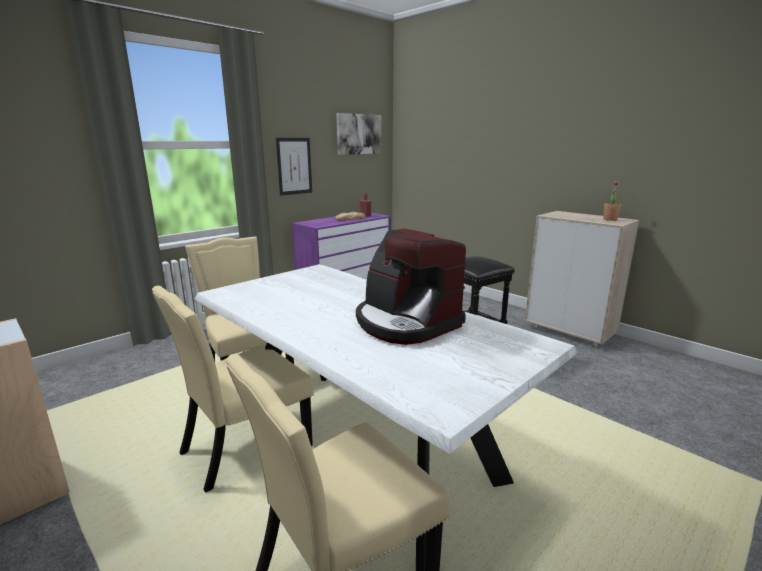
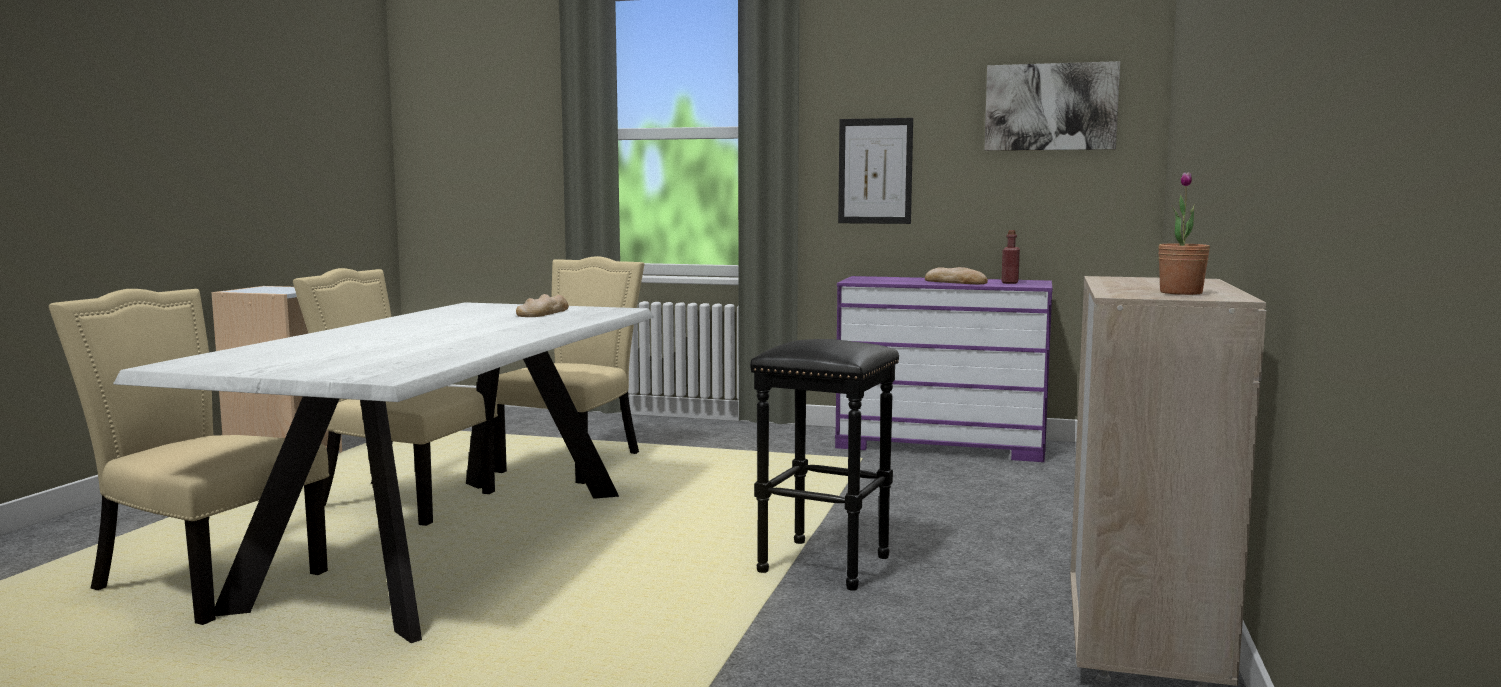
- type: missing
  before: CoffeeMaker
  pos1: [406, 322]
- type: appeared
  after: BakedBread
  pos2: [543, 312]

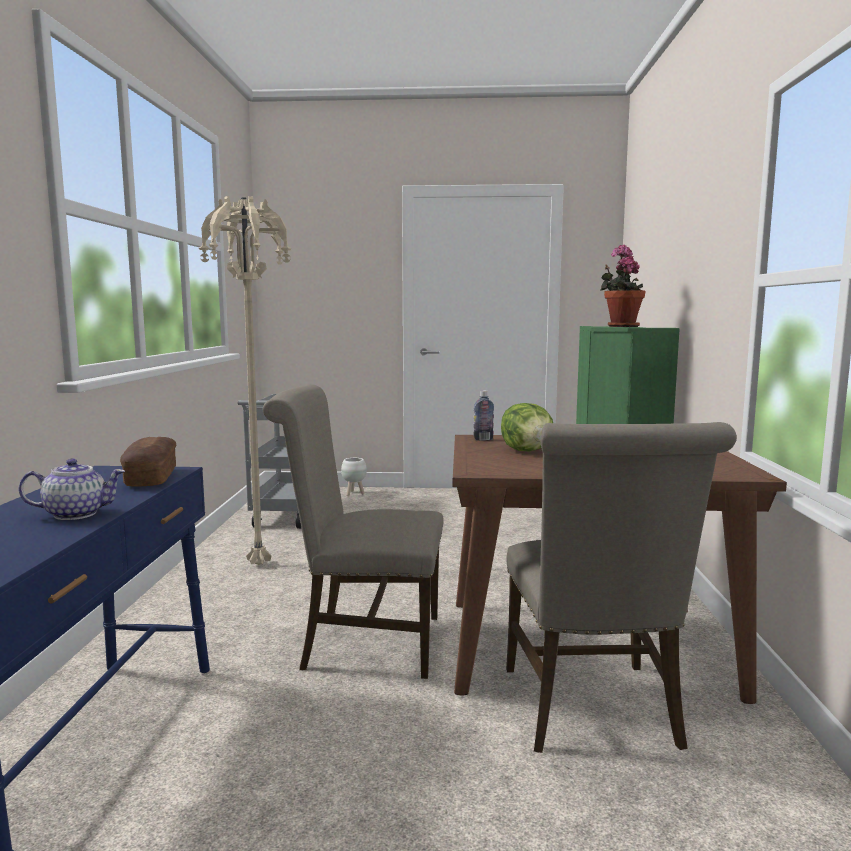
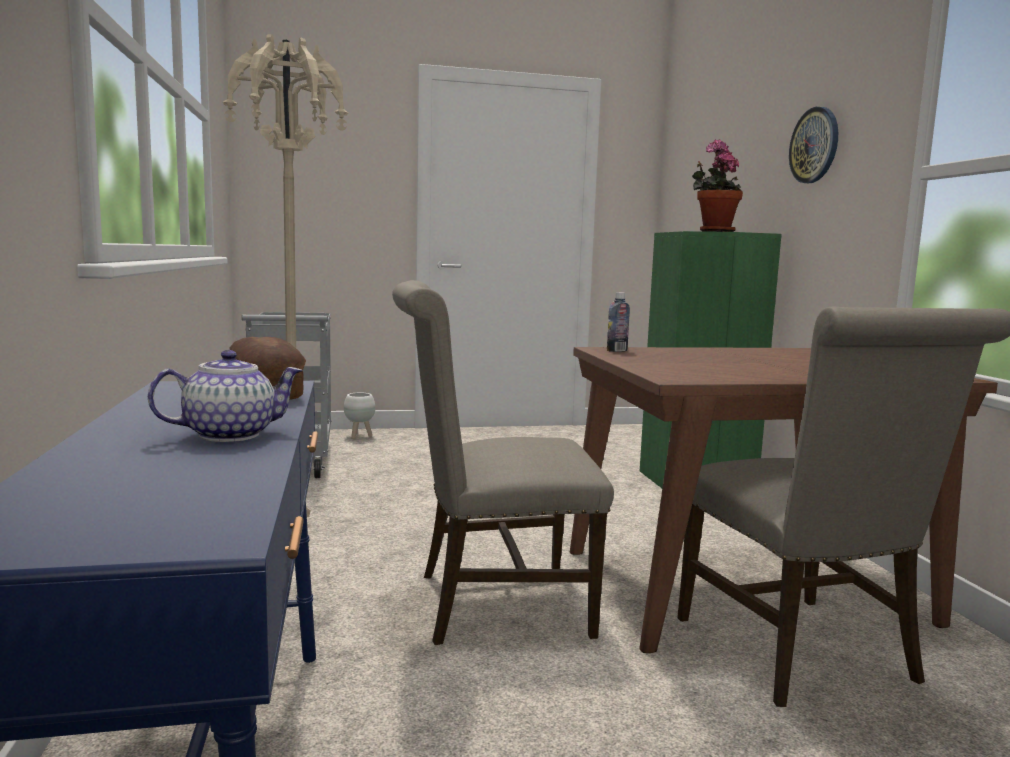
- type: missing
  before: LettuceHead
  pos1: [528, 451]
- type: appeared
  after: HangingClock
  pos2: [814, 145]

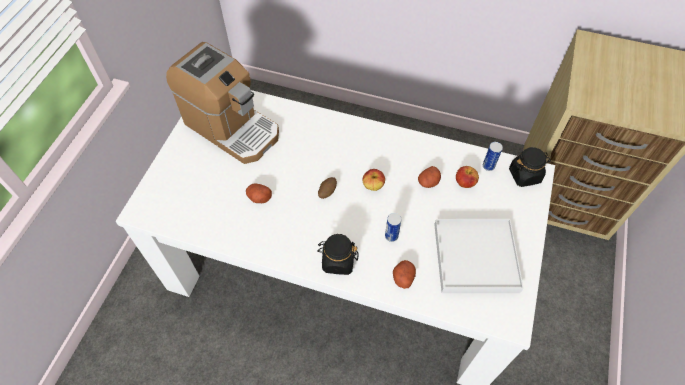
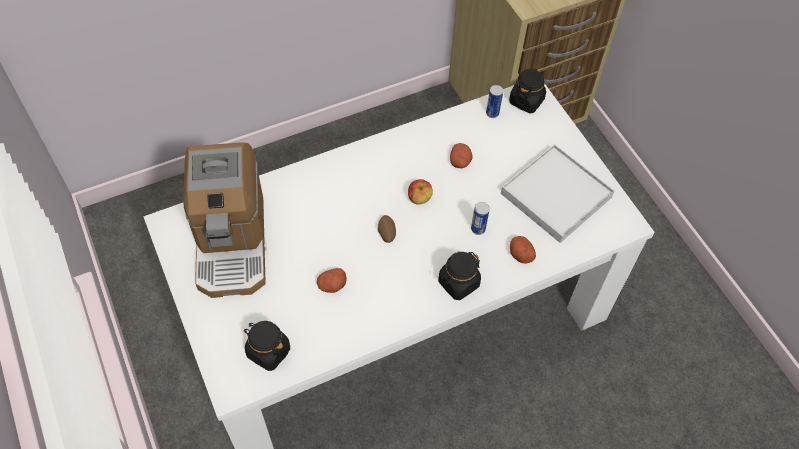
- type: missing
  before: AppleFruit
  pos1: [465, 183]
- type: appeared
  after: BlackJar
  pos2: [268, 352]
- type: spun
  before: CoffeeMaker
  pos1: [232, 128]
  pos2: [231, 243]
  turn: 90

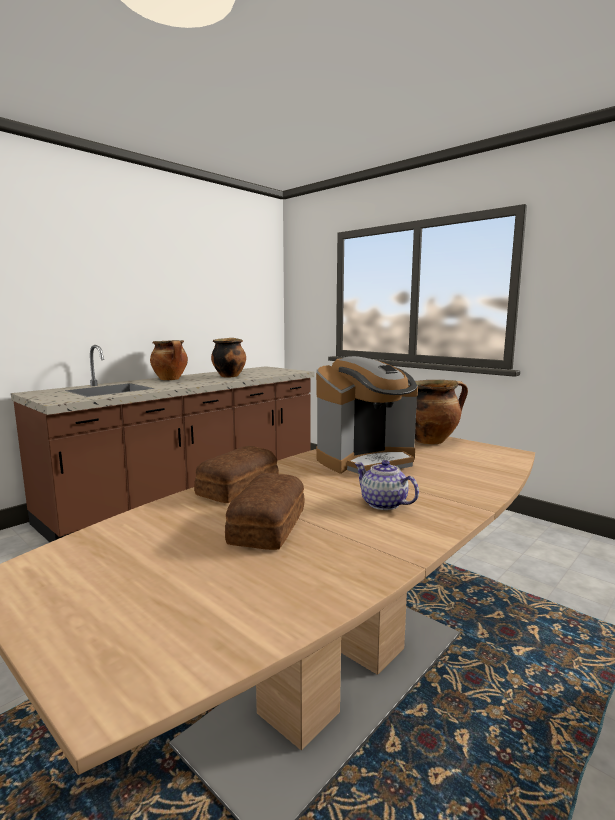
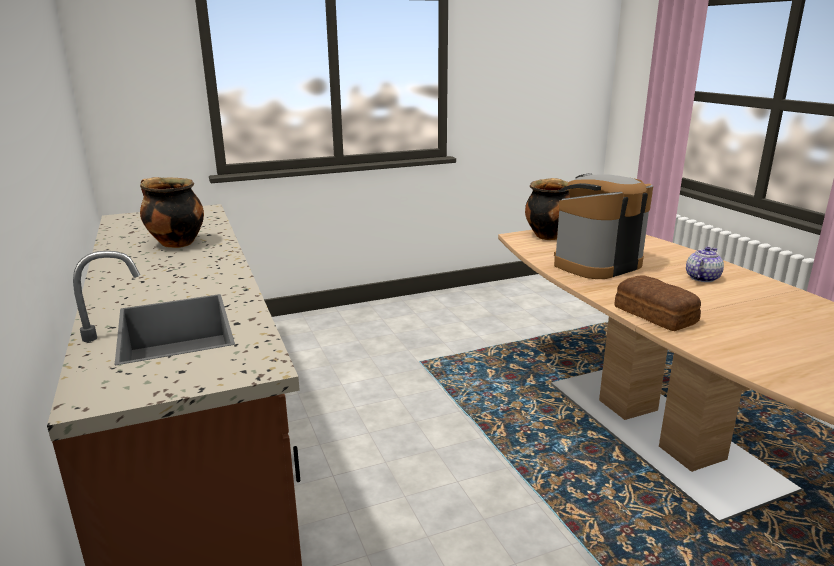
- type: missing
  before: Saucepot
  pos1: [171, 379]
- type: missing
  before: BakedBread
  pos1: [265, 526]
- type: spun
  before: CoffeeMaker
  pos1: [366, 460]
  pos2: [595, 264]
  turn: -120
- type: spun
  before: Teapot
  pos1: [384, 504]
  pos2: [701, 278]
  turn: 150

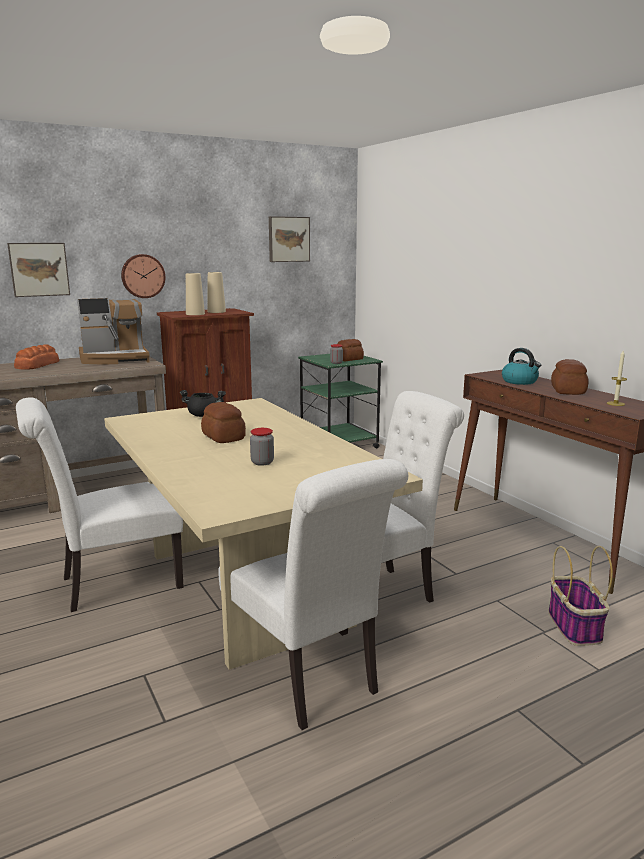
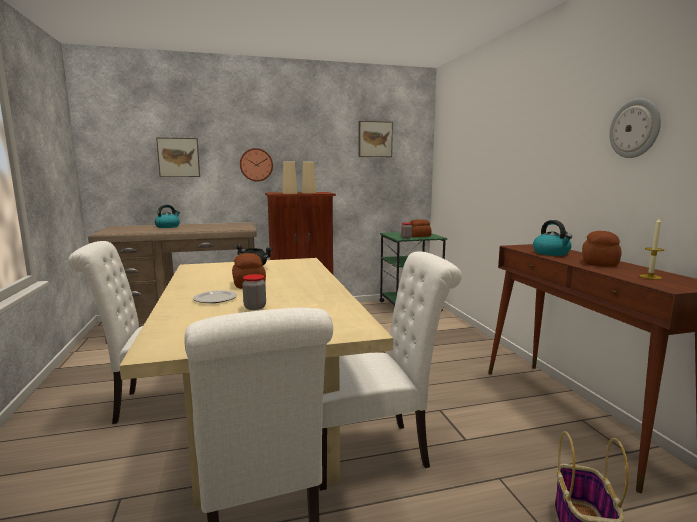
- type: missing
  before: CoffeeMaker
  pos1: [115, 359]
- type: appeared
  after: FlatDish
  pos2: [216, 298]
- type: appeared
  after: HangingClock
  pos2: [635, 128]
- type: exchanged
  before: BakedBread
  after: Kettle
  pos1: [37, 365]
  pos2: [168, 226]

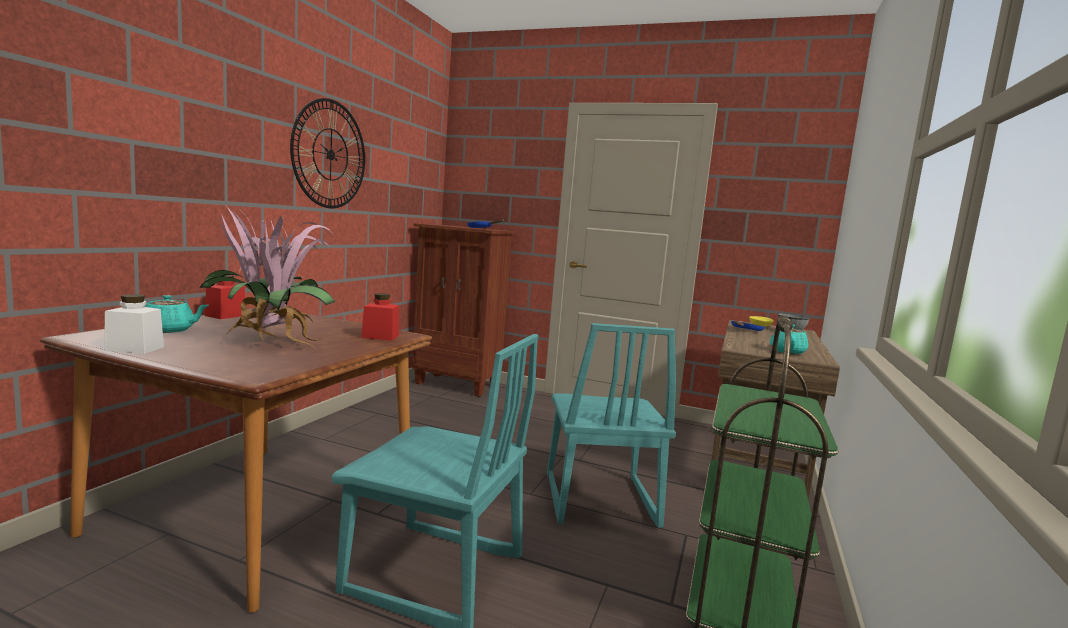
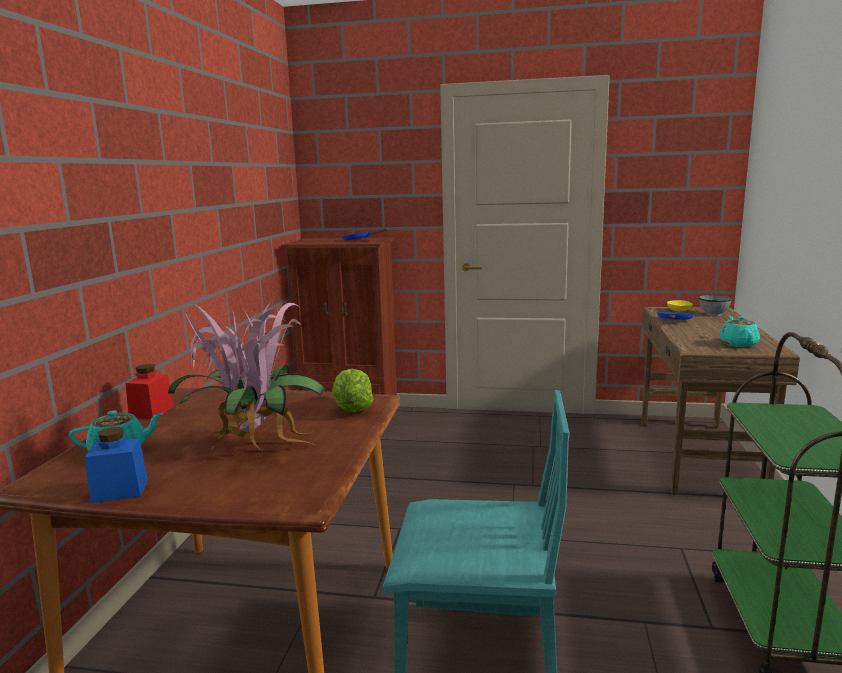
- type: missing
  before: HangingClock
  pos1: [330, 154]
- type: missing
  before: TurquoisePlainChair
  pos1: [598, 500]
- type: exchanged
  before: ReddishJar
  after: LettuceHead
  pos1: [380, 336]
  pos2: [352, 409]
- type: colour
  before: WhitishJar
  after: BlueColouredJar
  pos1: [134, 348]
  pos2: [120, 491]

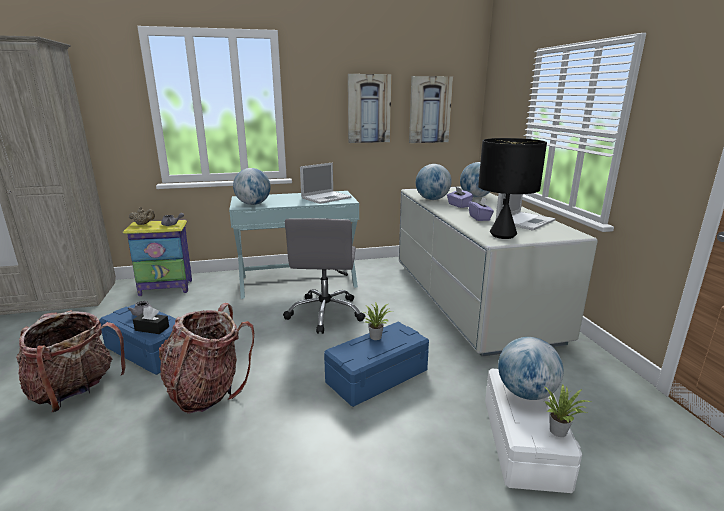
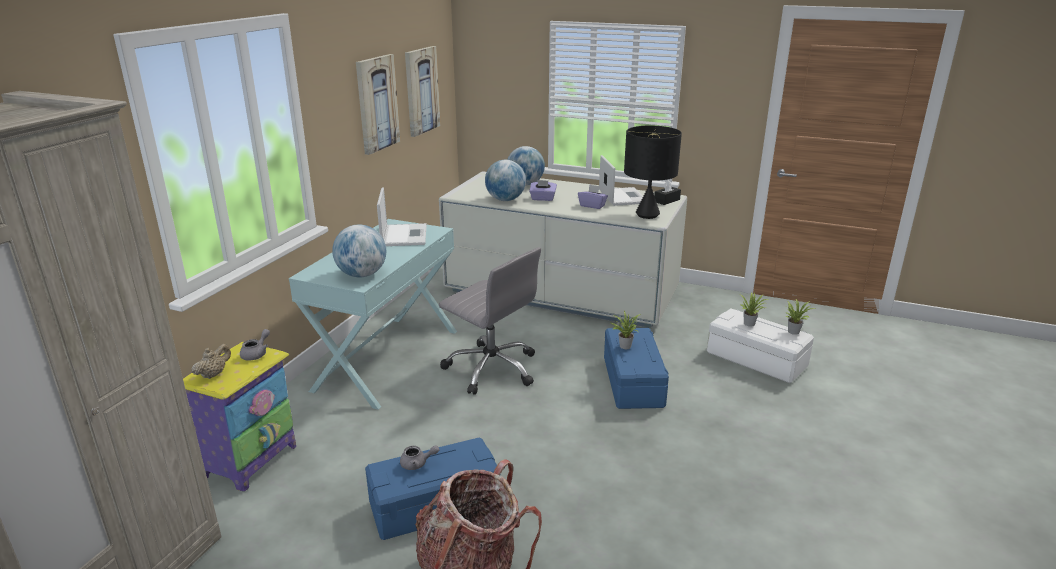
- type: missing
  before: Knapsack
  pos1: [207, 390]
- type: relocated
  before: BlackBoxOfTissues
  pos1: [152, 328]
  pos2: [666, 200]
- type: exchanged
  before: WorldGlobe
  after: Houseplant
  pos1: [525, 393]
  pos2: [750, 323]

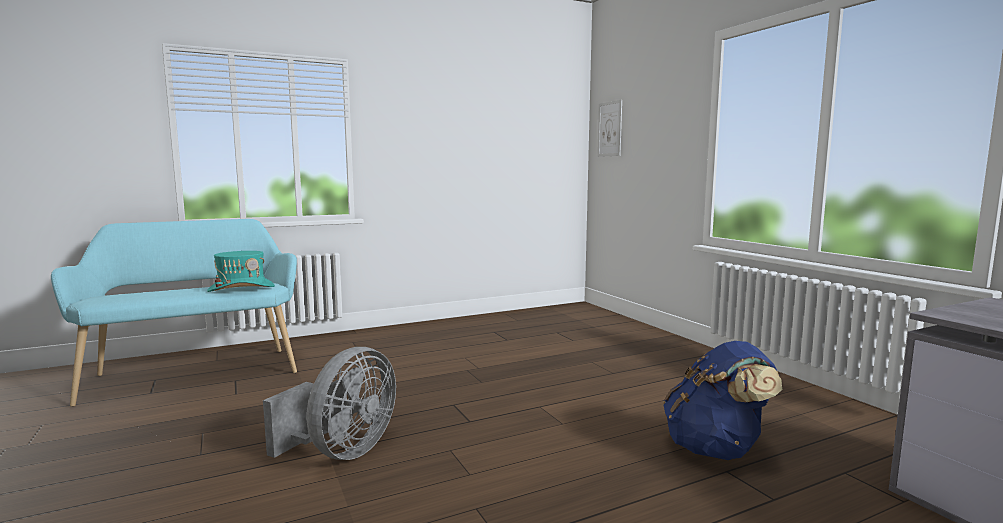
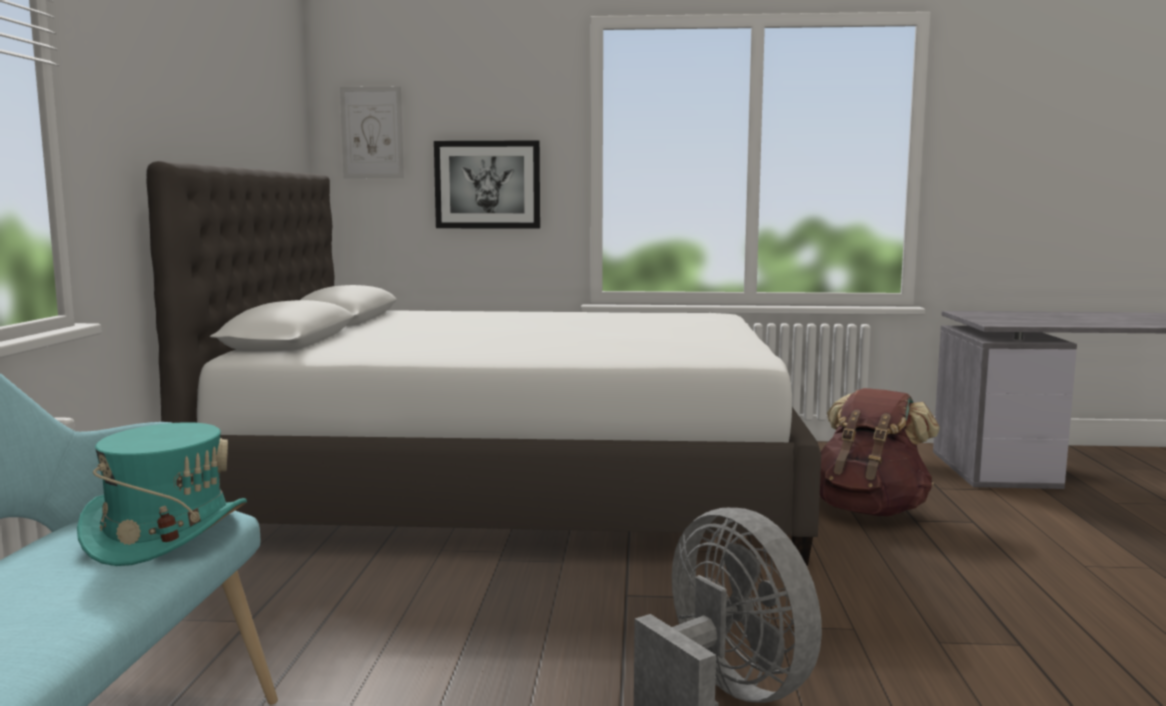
- type: appeared
  after: WhitishBedroomBed
  pos2: [514, 489]
- type: appeared
  after: WallArt
  pos2: [487, 184]
- type: colour
  before: BlueColouredKnapsack
  after: BrownKnapsack
  pos1: [716, 449]
  pos2: [869, 510]

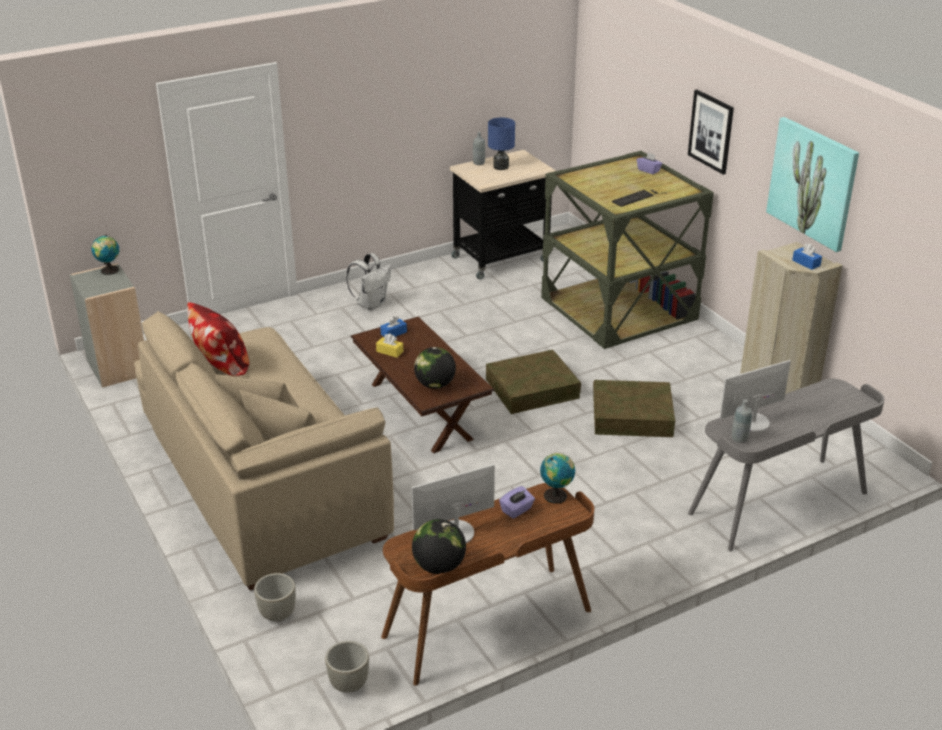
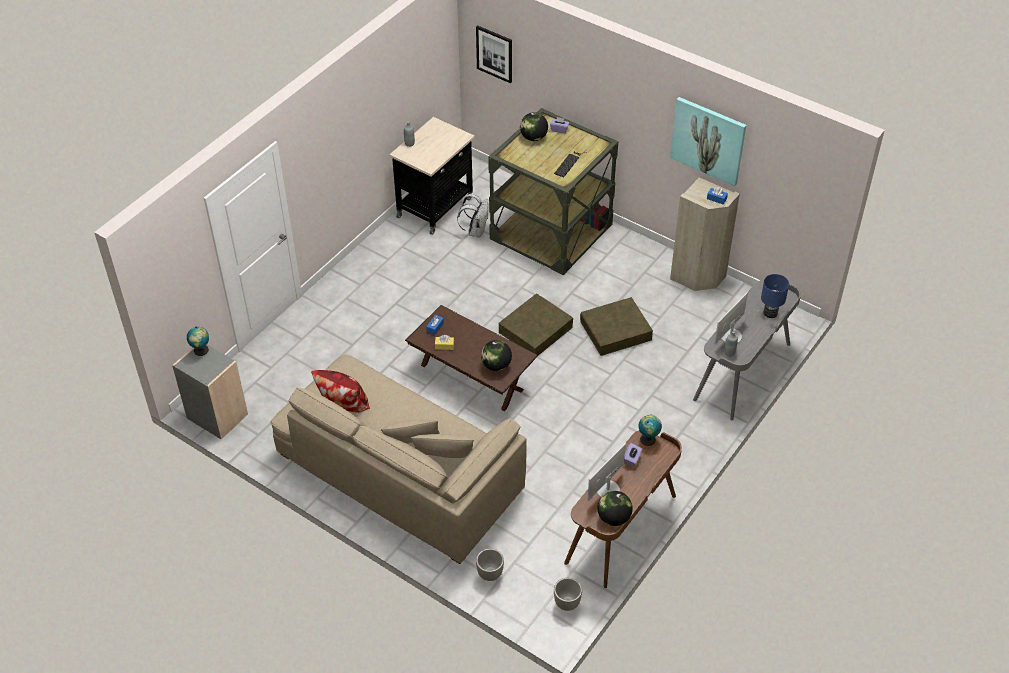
- type: appeared
  after: WorldGlobe
  pos2: [533, 137]
- type: relocated
  before: WhitishKnapsack
  pos1: [371, 304]
  pos2: [476, 231]
- type: relocated
  before: BlueColouredLampForATable
  pos1: [501, 167]
  pos2: [770, 313]
- type: relocated
  before: WallArt
  pos1: [711, 131]
  pos2: [494, 53]

